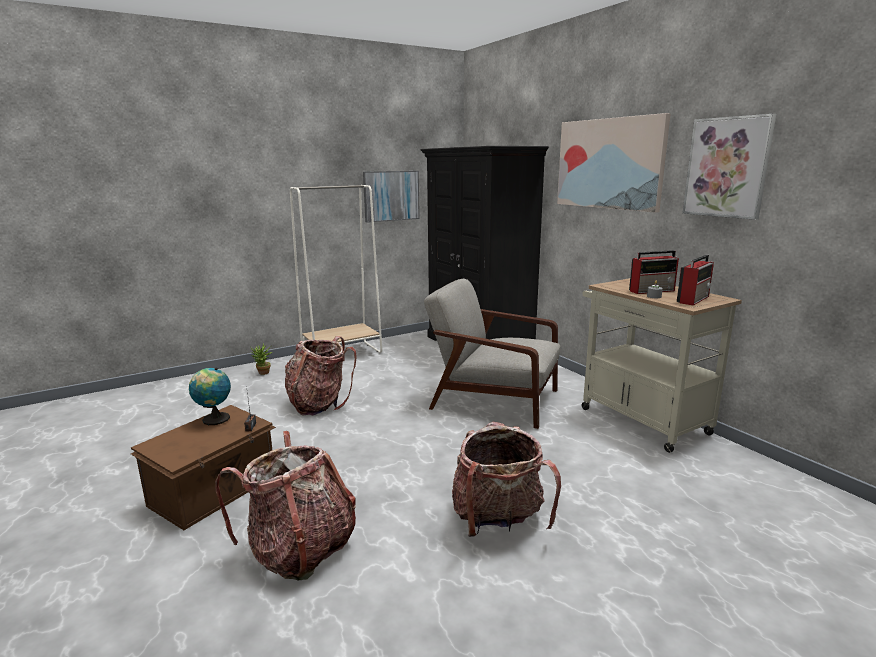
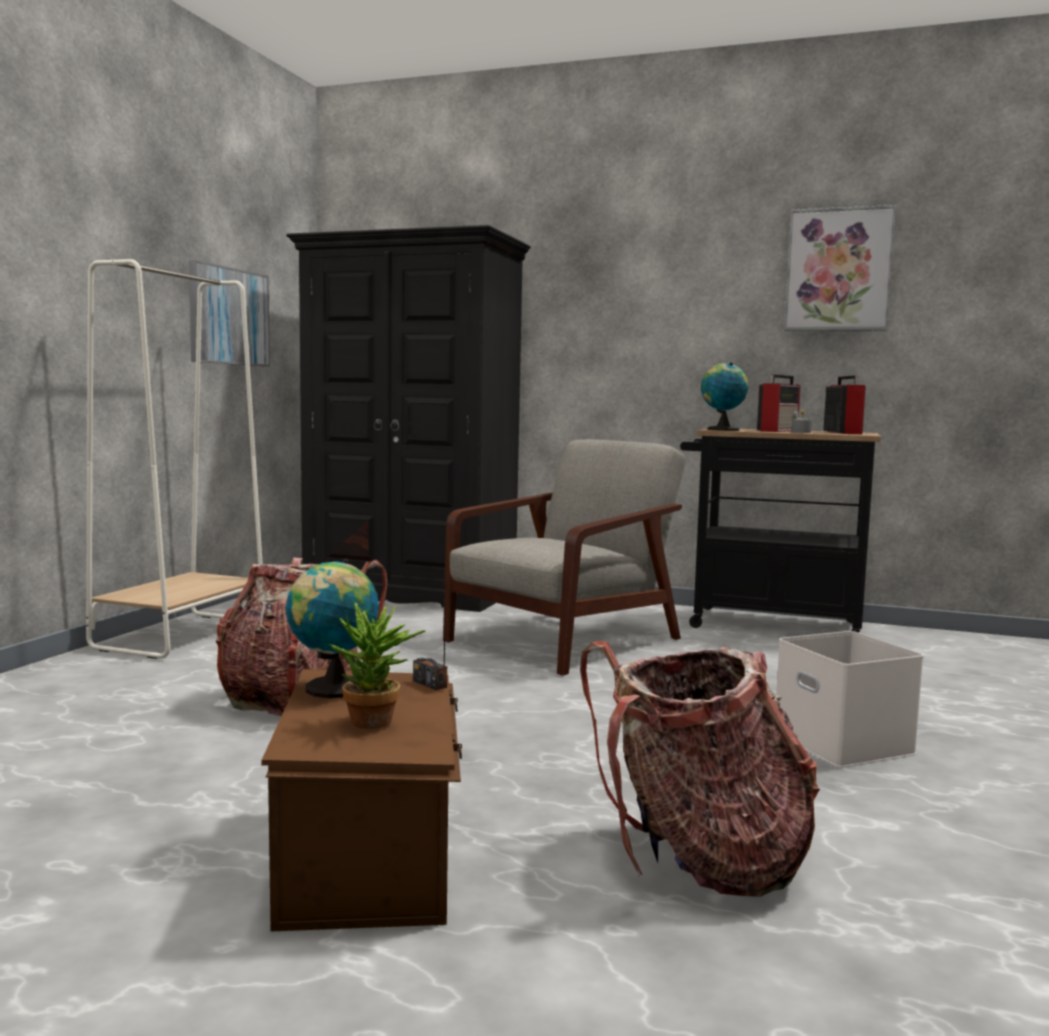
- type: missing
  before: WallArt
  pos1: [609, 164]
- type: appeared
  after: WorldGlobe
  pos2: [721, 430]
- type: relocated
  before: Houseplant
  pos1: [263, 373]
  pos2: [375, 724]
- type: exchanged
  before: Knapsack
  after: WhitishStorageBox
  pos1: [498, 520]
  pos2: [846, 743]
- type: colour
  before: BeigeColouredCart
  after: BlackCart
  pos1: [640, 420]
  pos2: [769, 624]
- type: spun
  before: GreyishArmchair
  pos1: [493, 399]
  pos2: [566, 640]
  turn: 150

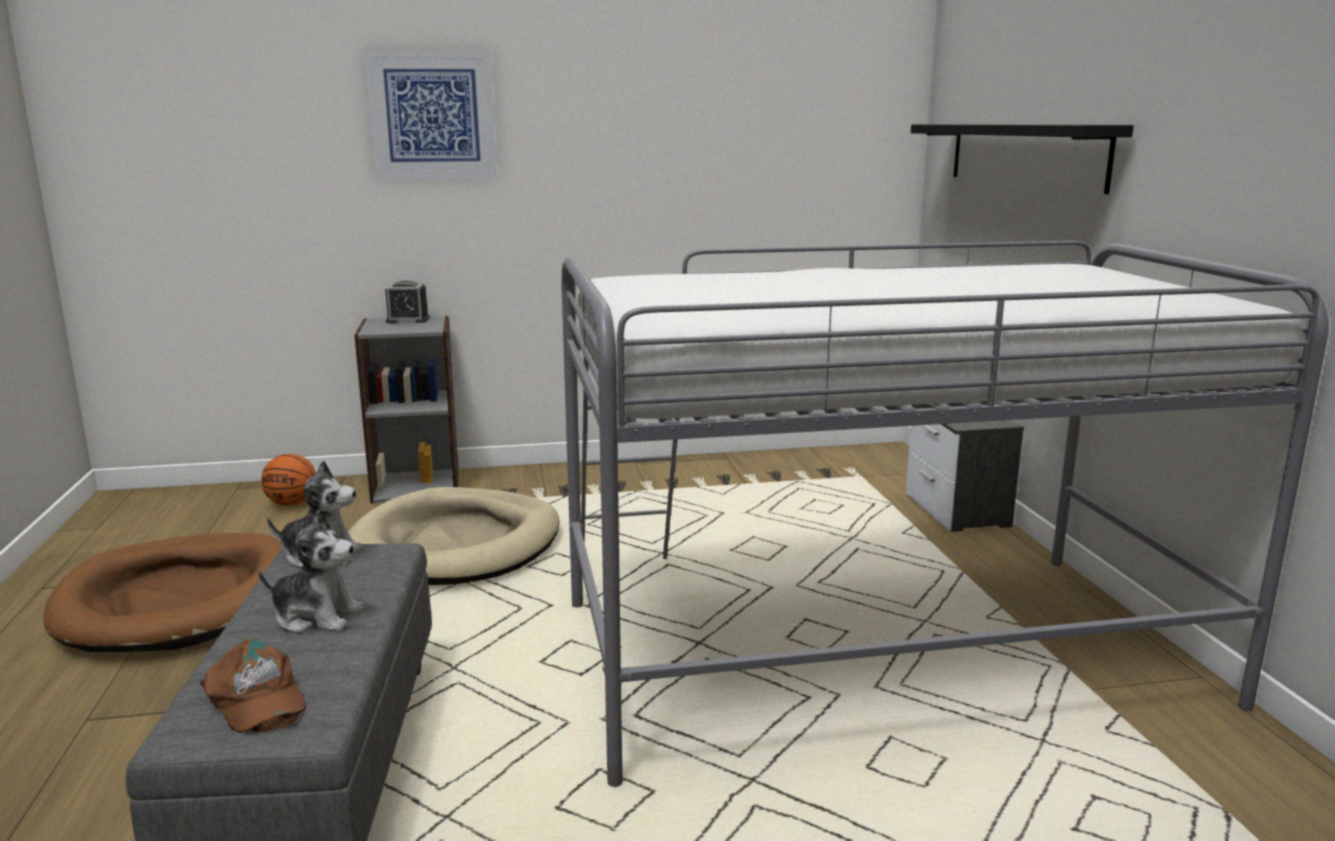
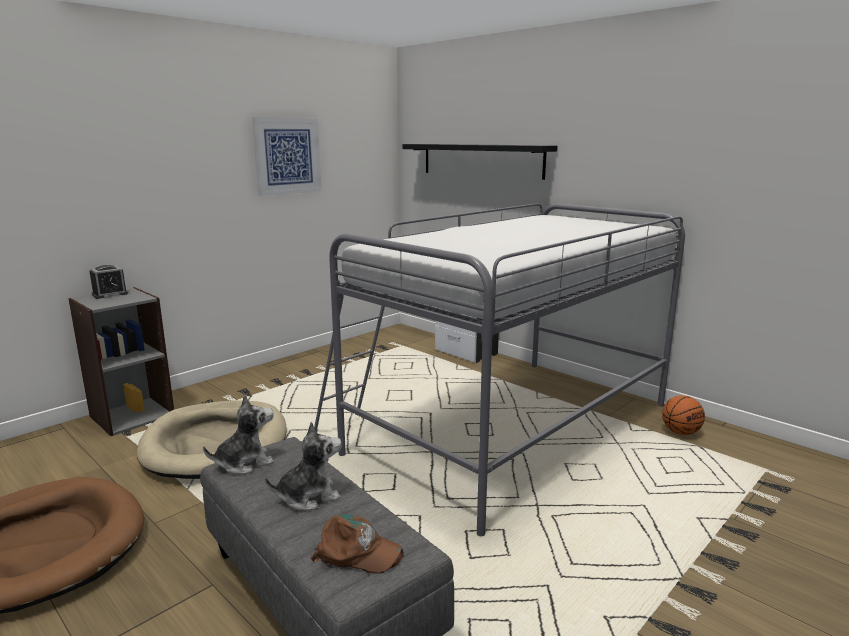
- type: relocated
  before: BallForBasketball
  pos1: [292, 504]
  pos2: [680, 432]
- type: relocated
  before: WallArt
  pos1: [432, 115]
  pos2: [287, 156]

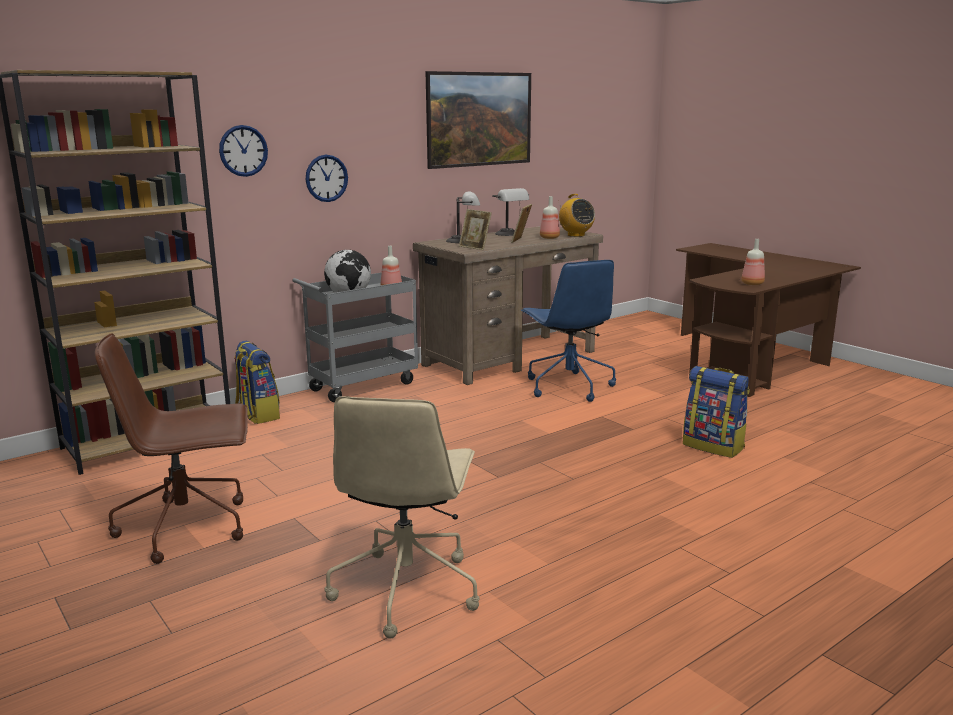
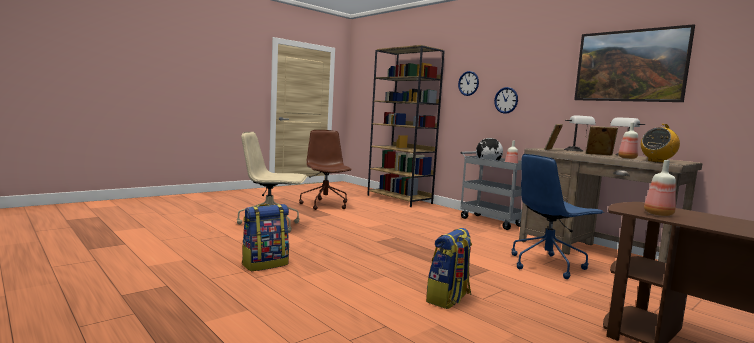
- type: relocated
  before: Knapsack
  pos1: [257, 415]
  pos2: [265, 264]

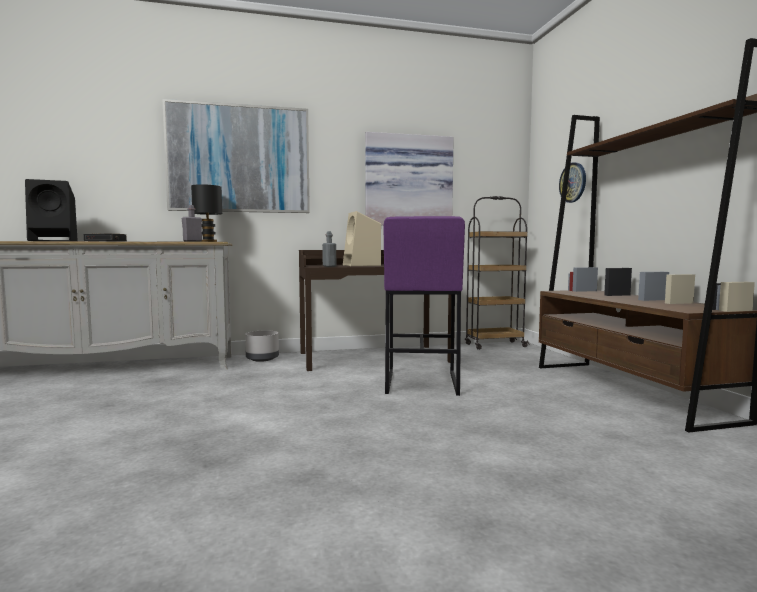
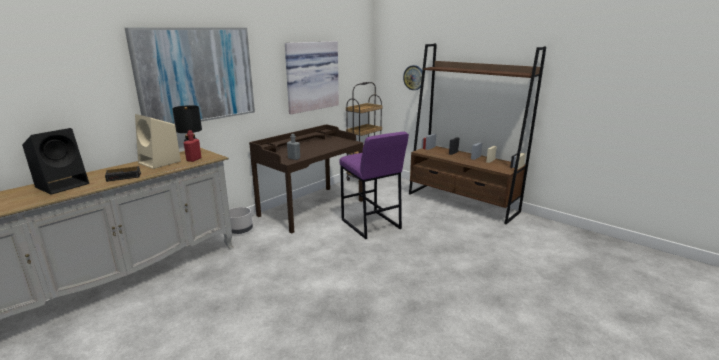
- type: relocated
  before: BeigeColouredLoudspeaker
  pos1: [362, 265]
  pos2: [160, 162]
- type: colour
  before: GreyishBeverageBottle
  after: ReddishBeverageBottle
  pos1: [192, 241]
  pos2: [194, 159]

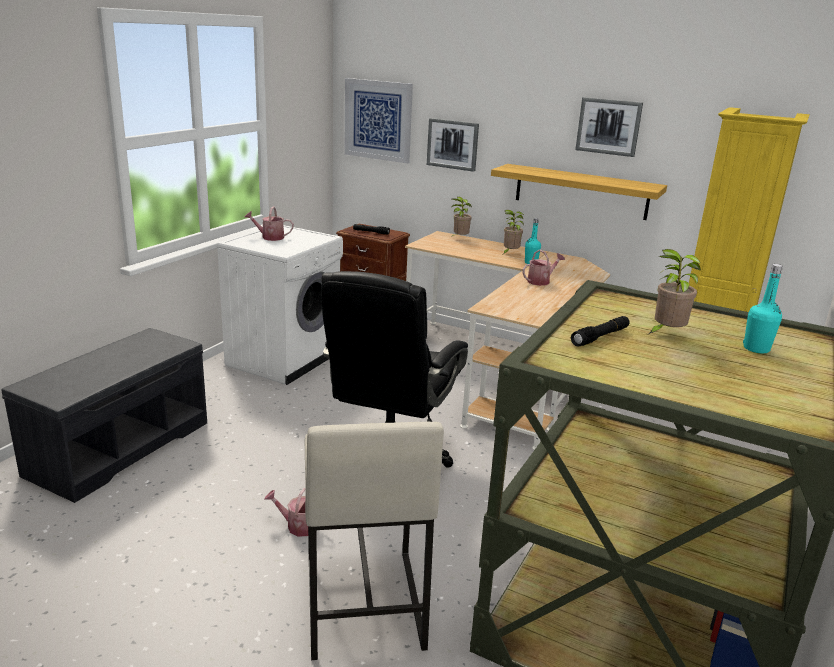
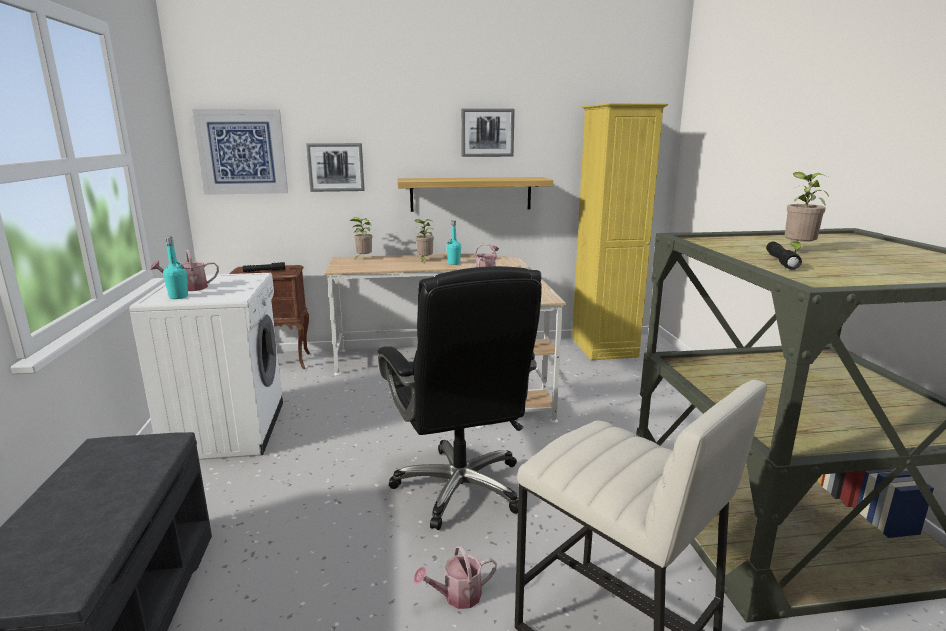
- type: relocated
  before: TurquoiseBeverageBottle
  pos1: [756, 349]
  pos2: [178, 297]

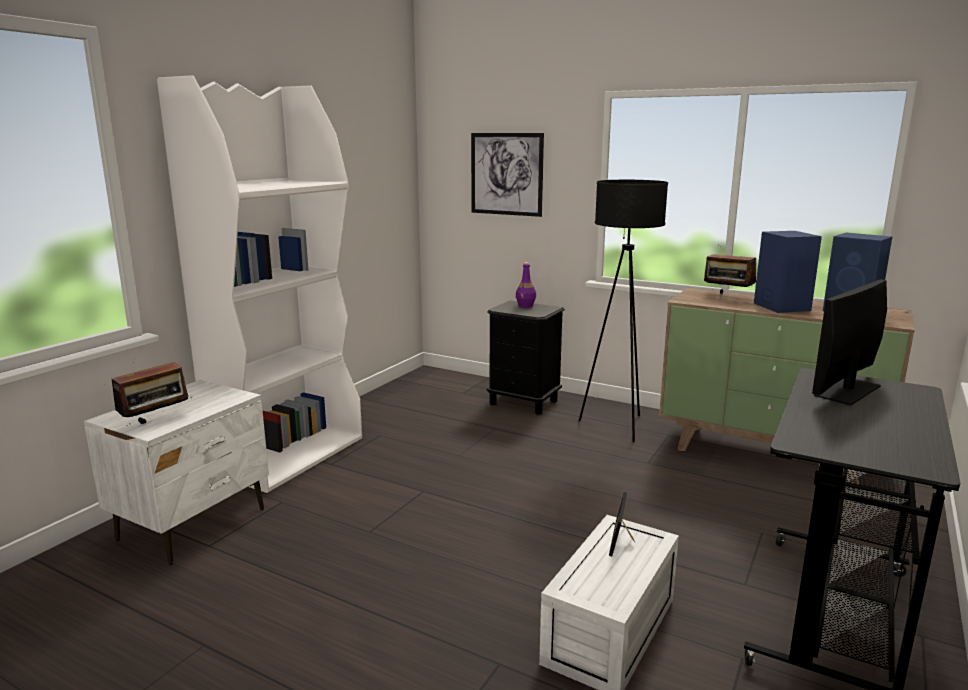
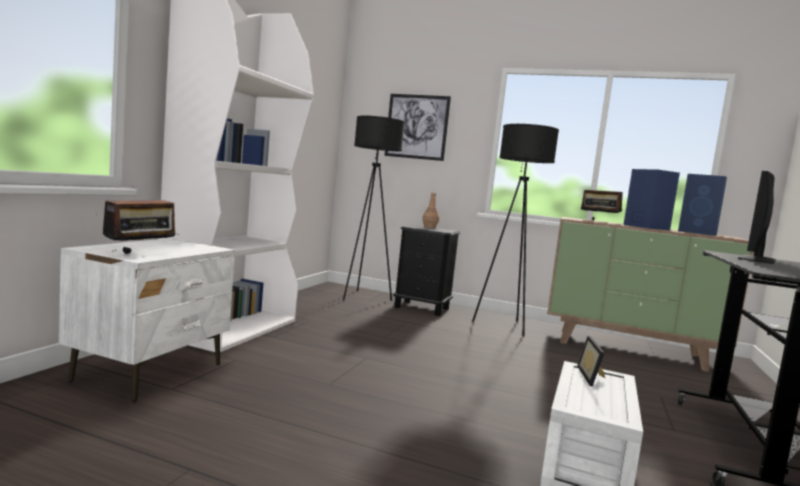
- type: appeared
  after: BlackFloorLamp
  pos2: [363, 297]
- type: colour
  before: PurplishBeverageBottle
  after: BrownBeverageBottle
  pos1: [526, 306]
  pos2: [429, 227]

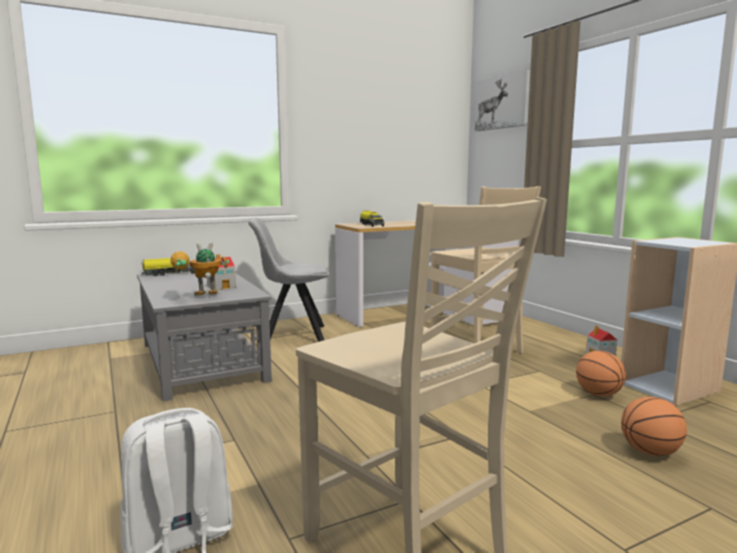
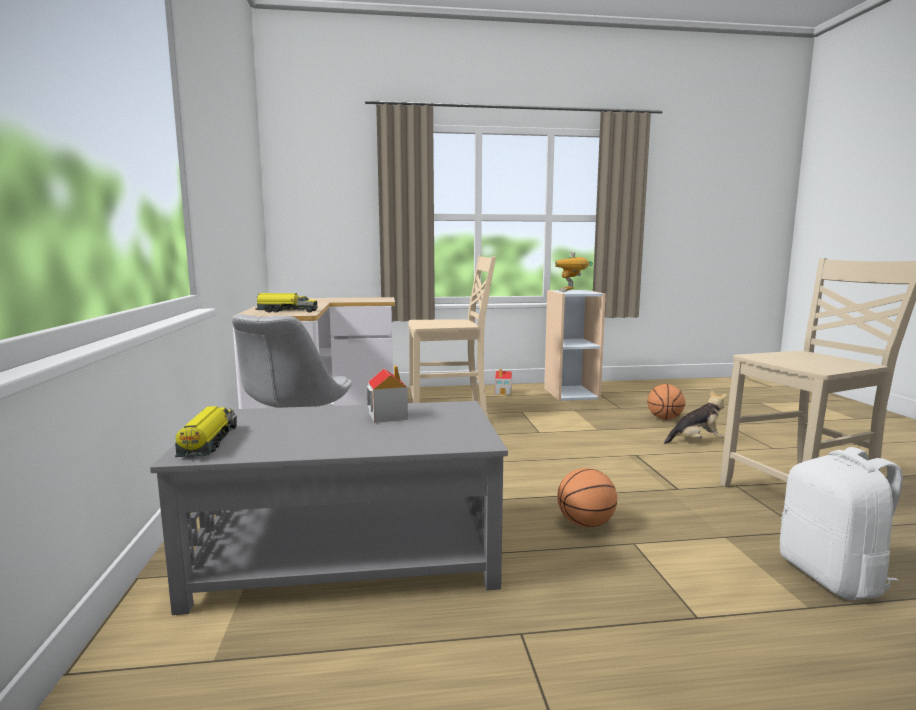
- type: missing
  before: WallArt
  pos1: [503, 102]
- type: appeared
  after: CuddlyToy
  pos2: [696, 441]
- type: relocated
  before: ToyRobot
  pos1: [197, 298]
  pos2: [571, 292]
- type: relocated
  before: BallForBasketball
  pos1: [598, 394]
  pos2: [585, 524]

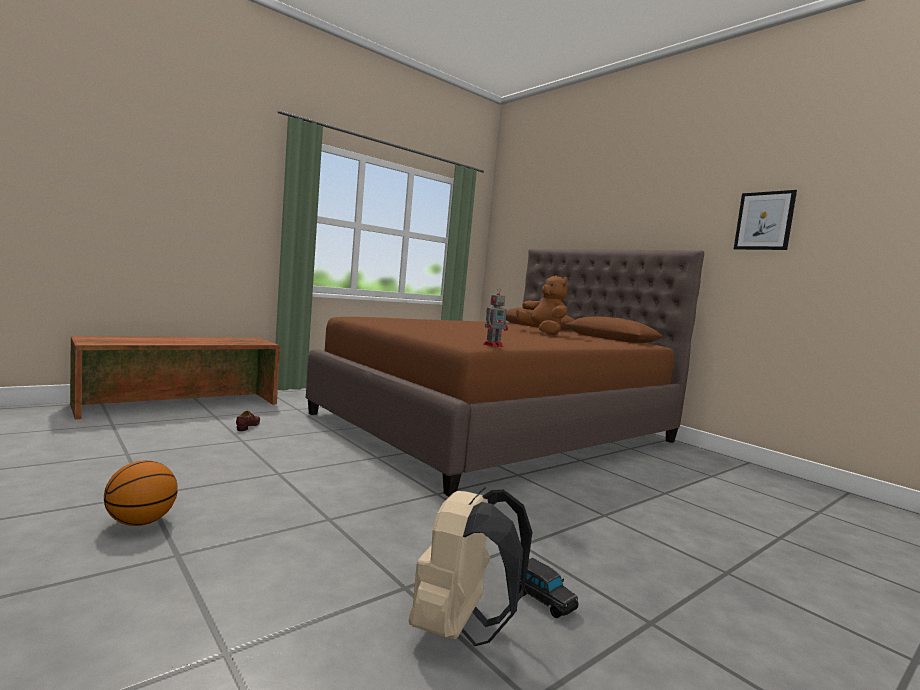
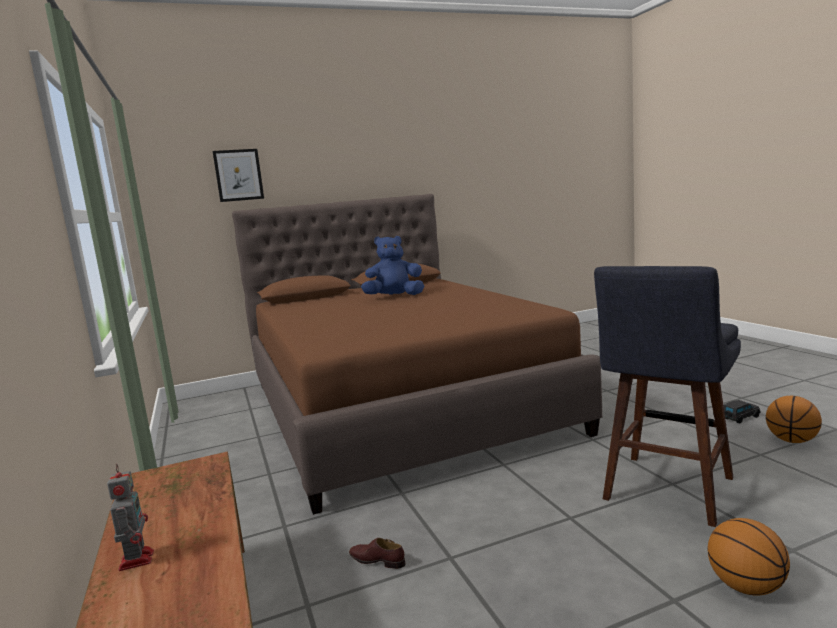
- type: appeared
  after: BlueColouredStool
  pos2: [666, 492]
- type: relocated
  before: ToyRobot
  pos1: [494, 345]
  pos2: [137, 559]
- type: relocated
  before: WallArt
  pos1: [764, 221]
  pos2: [238, 175]
- type: exchanged
  before: BeigeColouredKnapsack
  after: BallForBasketball
  pos1: [460, 629]
  pos2: [792, 440]
- type: colour
  before: BrownCuddlyToy
  after: BlueColouredCuddlyToy
  pos1: [542, 333]
  pos2: [394, 297]

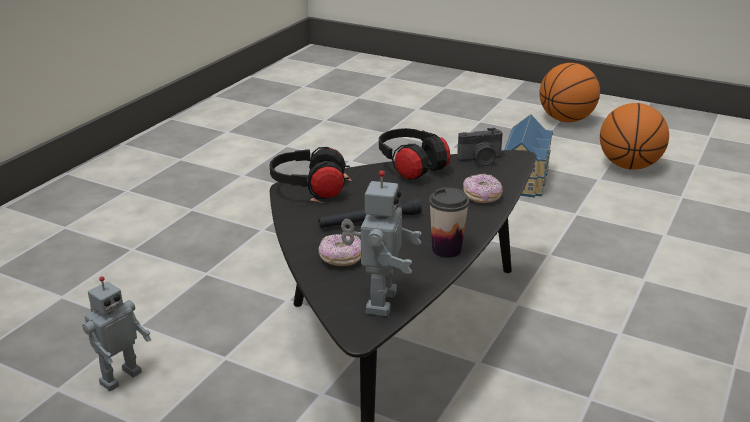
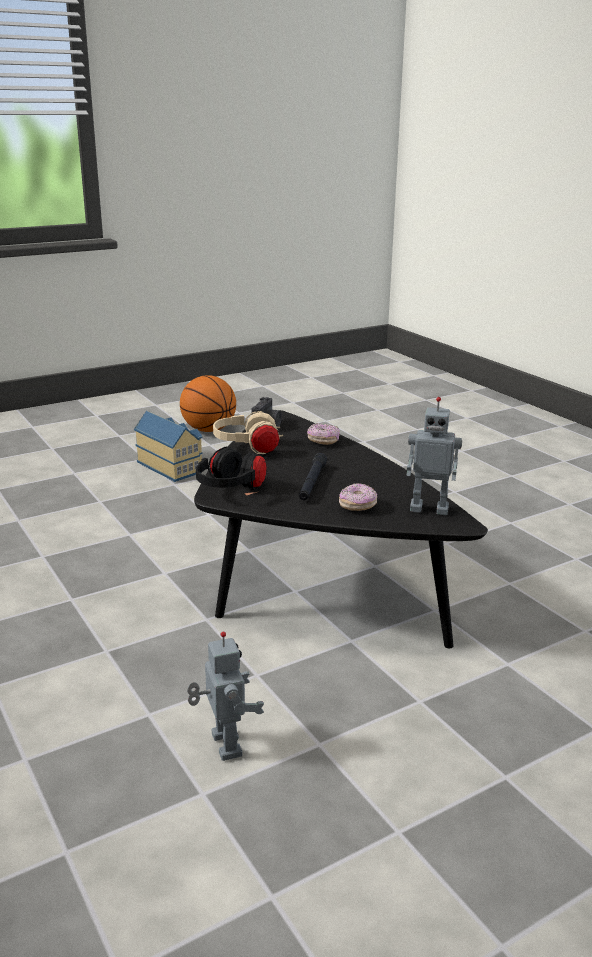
- type: missing
  before: DrinkingCup
  pos1: [446, 250]
- type: missing
  before: BallForBasketball
  pos1: [566, 119]
- type: colour
  before: BlackHeadset
  after: BeigeColouredHeadset
  pos1: [412, 168]
  pos2: [247, 448]
- type: spun
  before: ToyRobot
  pos1: [378, 301]
  pos2: [429, 509]
  turn: 150

